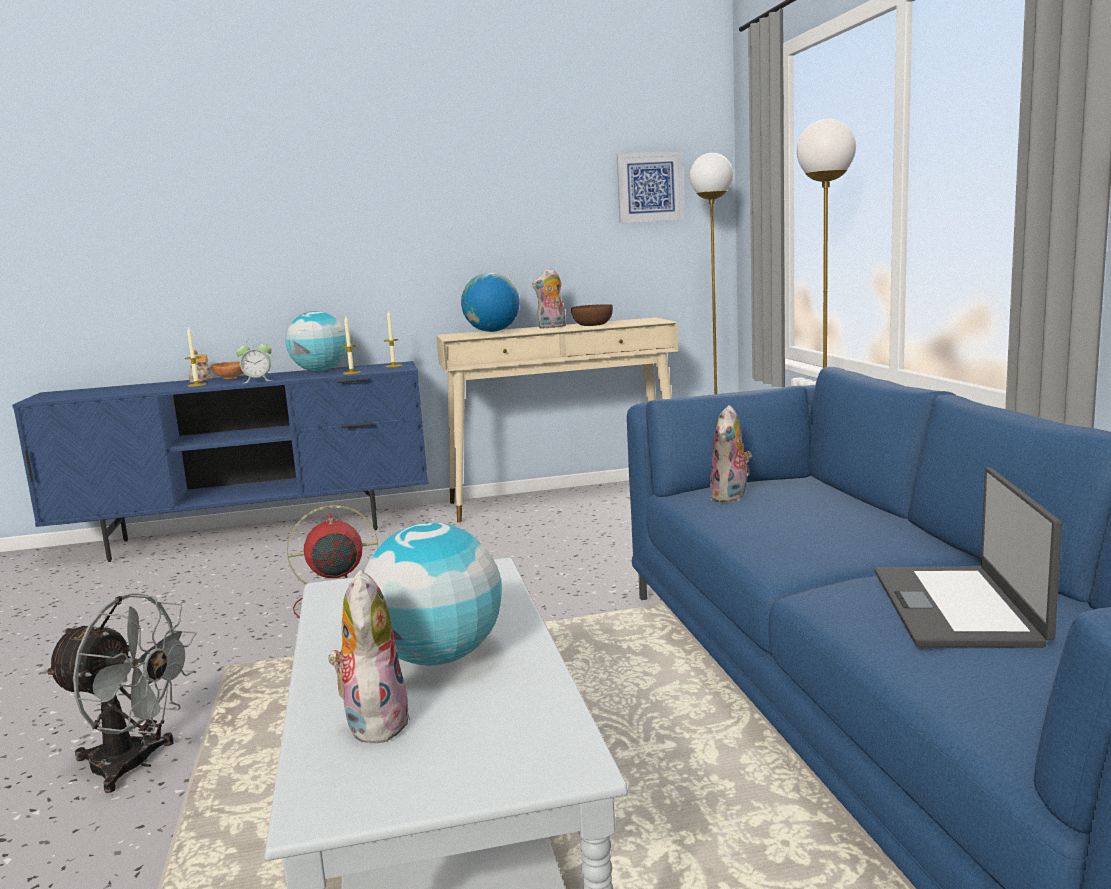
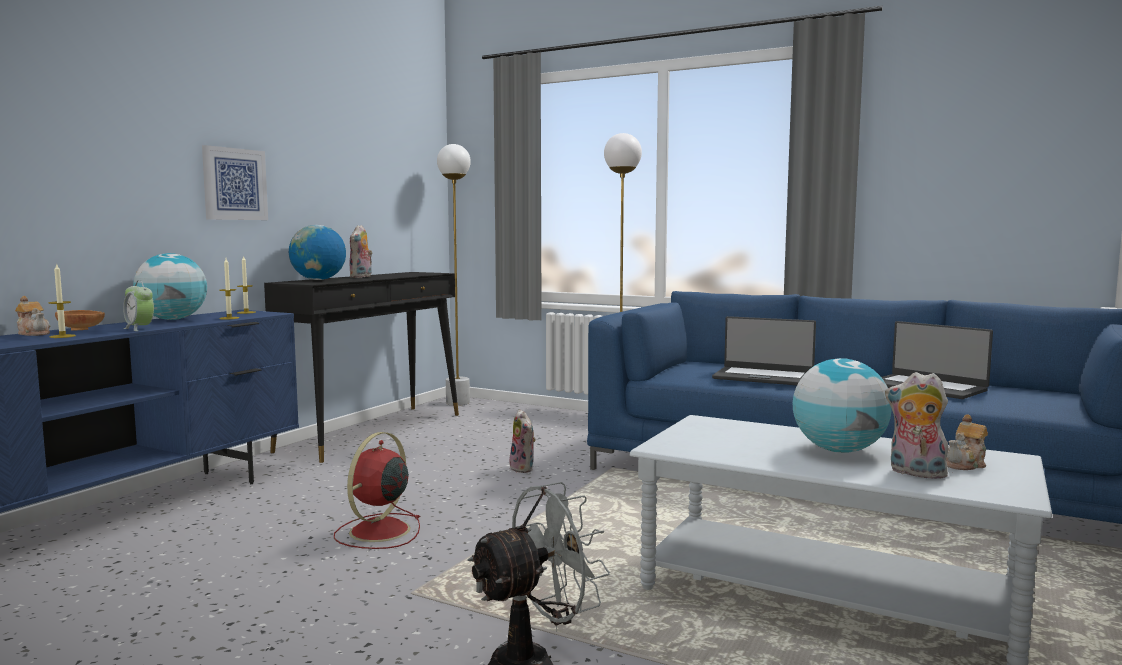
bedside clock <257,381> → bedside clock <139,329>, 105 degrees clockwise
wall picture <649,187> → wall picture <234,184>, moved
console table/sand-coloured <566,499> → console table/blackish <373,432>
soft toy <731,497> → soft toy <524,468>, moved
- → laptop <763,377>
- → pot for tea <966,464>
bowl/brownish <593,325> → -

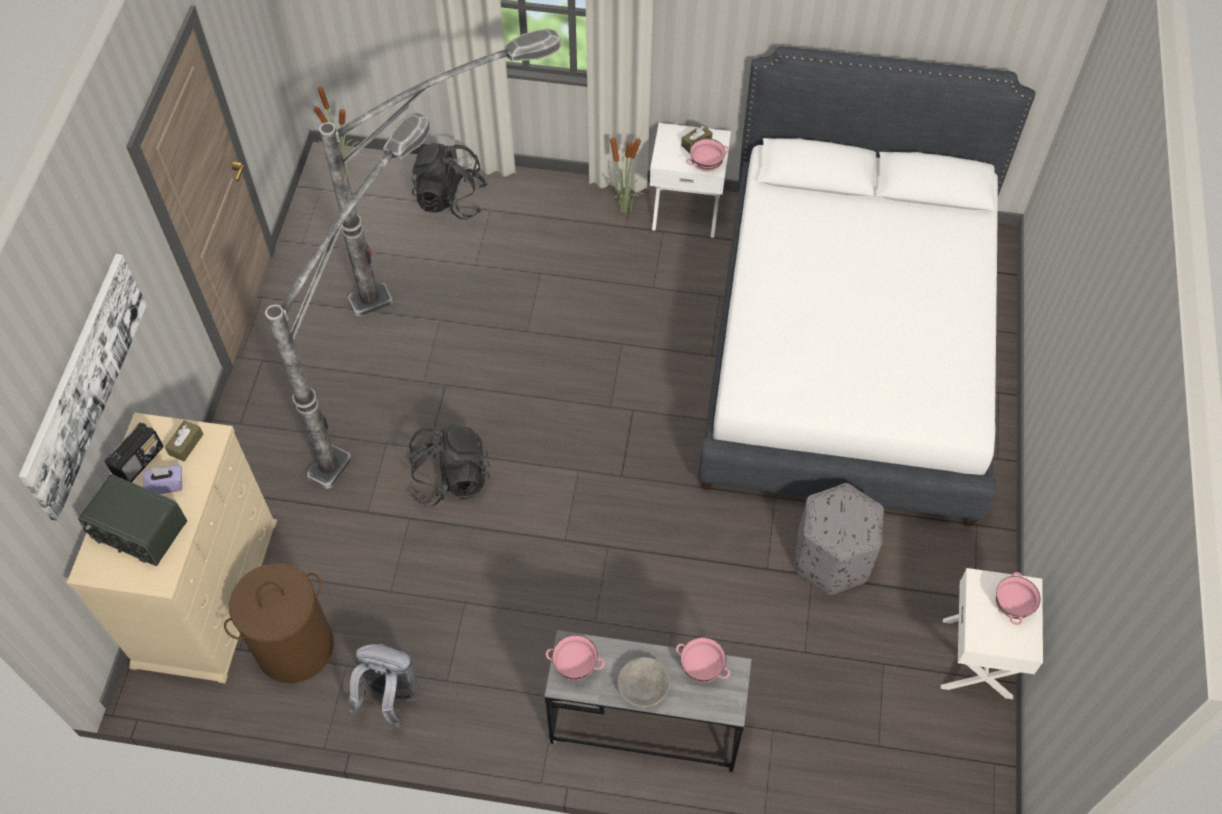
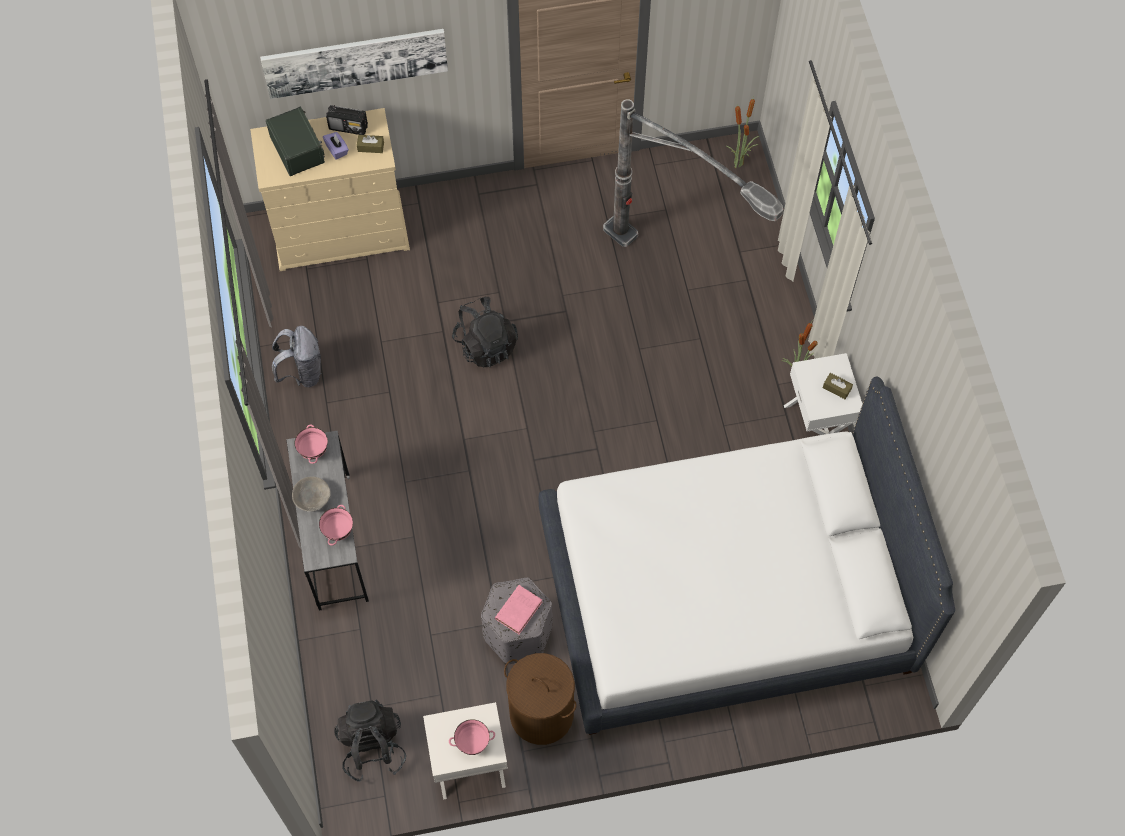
radio set <139,531> → radio set <298,150>, 150 degrees clockwise
backpack/blackish <450,200> → backpack/blackish <372,747>, moved
- → bound book/pink <519,609>
washing basket/brownish <295,647> → washing basket/brownish <541,714>, moved
standing lamp <387,390> → -
bowl/pink <706,167> → -

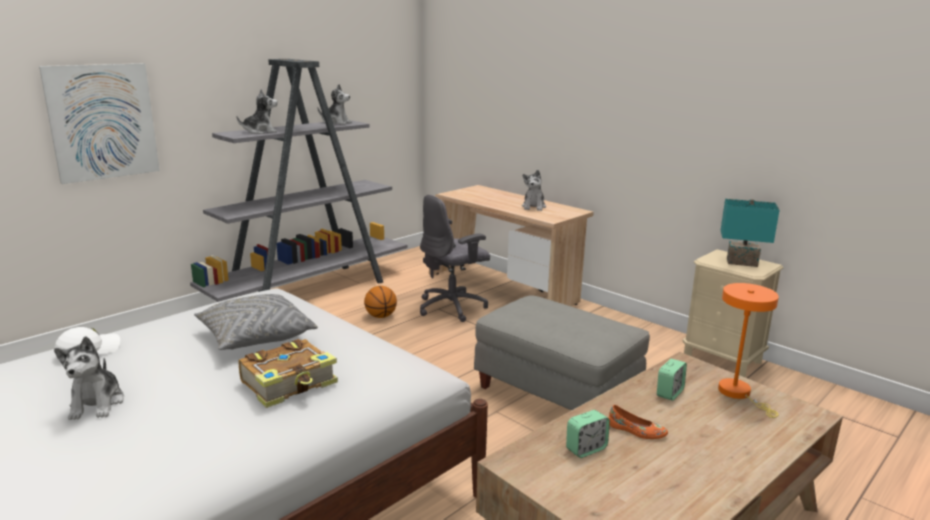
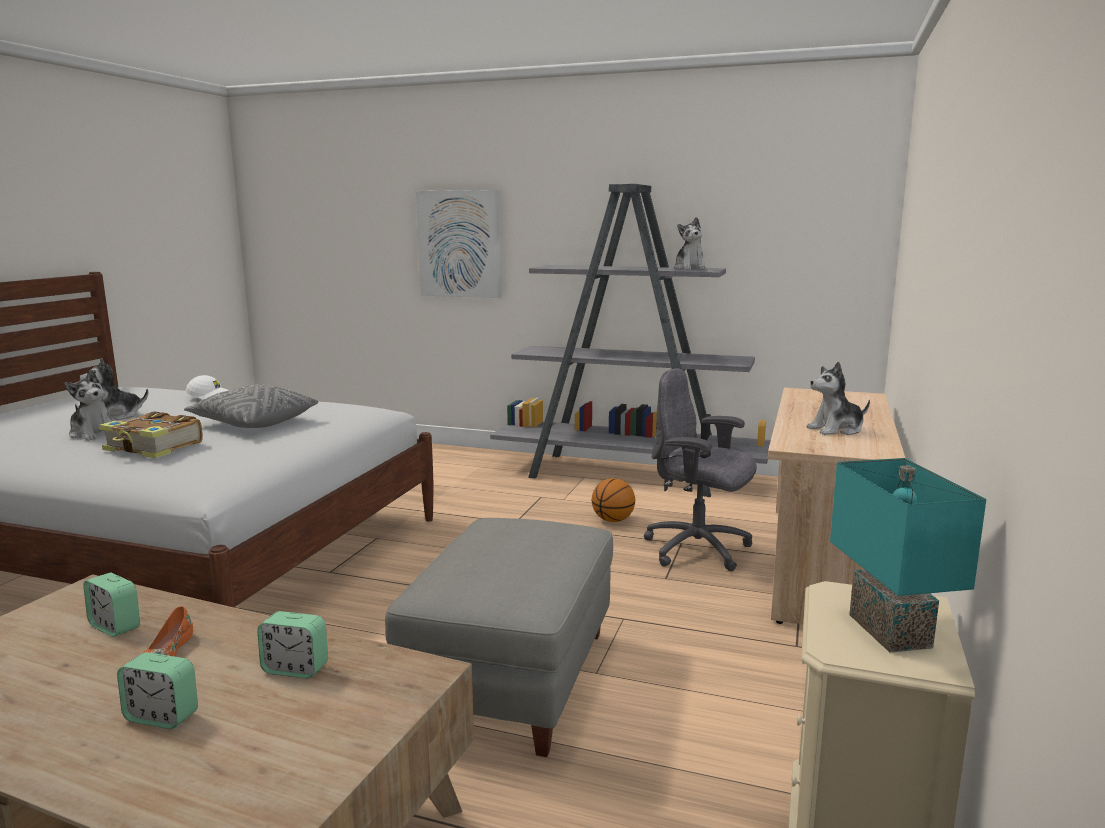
soft toy <260,132> → soft toy <93,434>, moved
- → bedside clock <162,716>
lamp for a table/orangey <739,394> → -

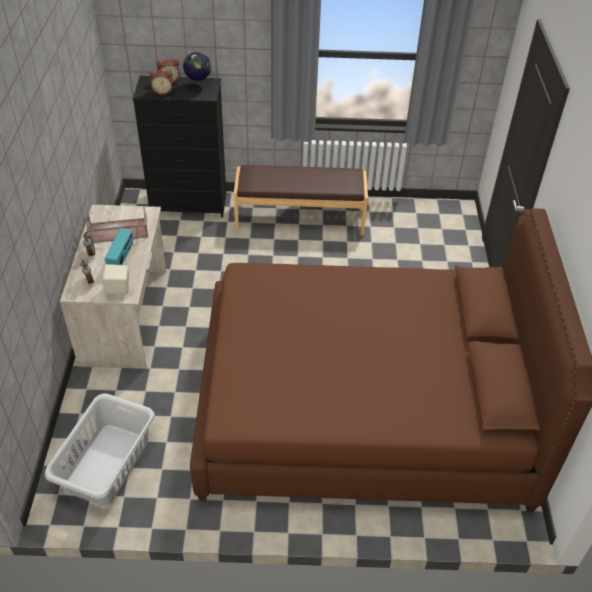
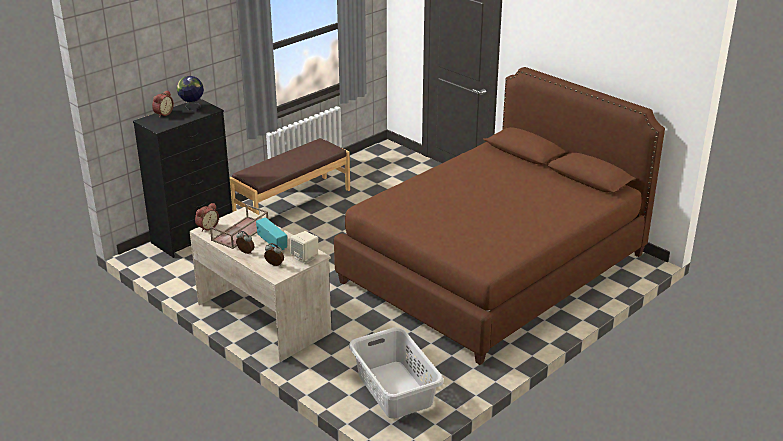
bedside clock <163,91> → bedside clock <207,227>, moved

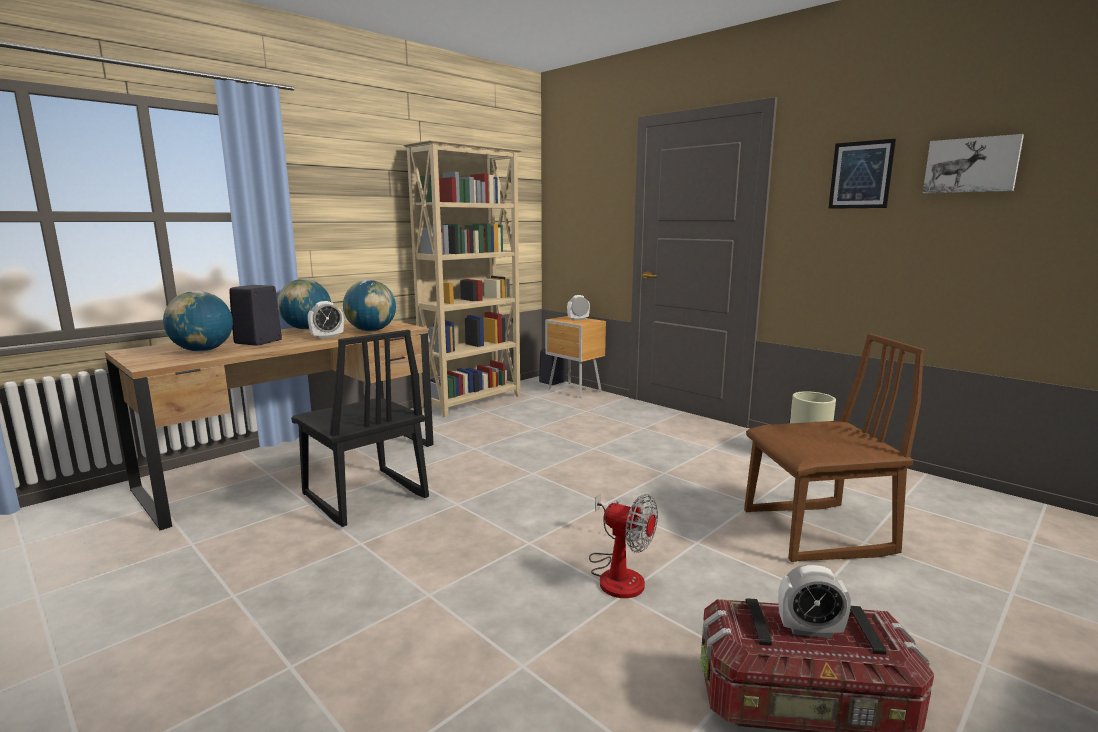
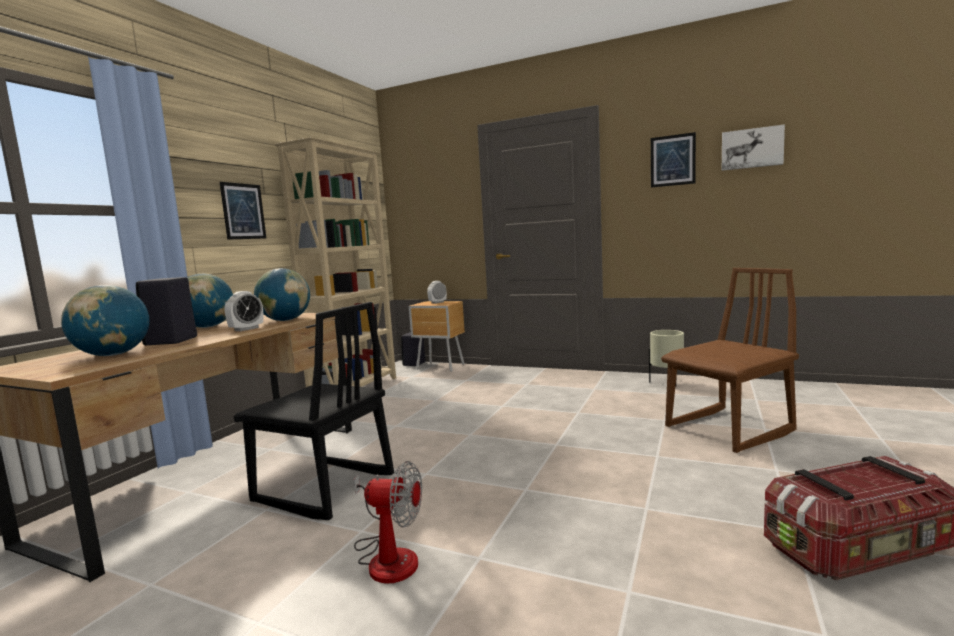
- → wall picture <243,211>
fan <617,574> → fan <388,556>, moved
bedside clock <809,630> → -

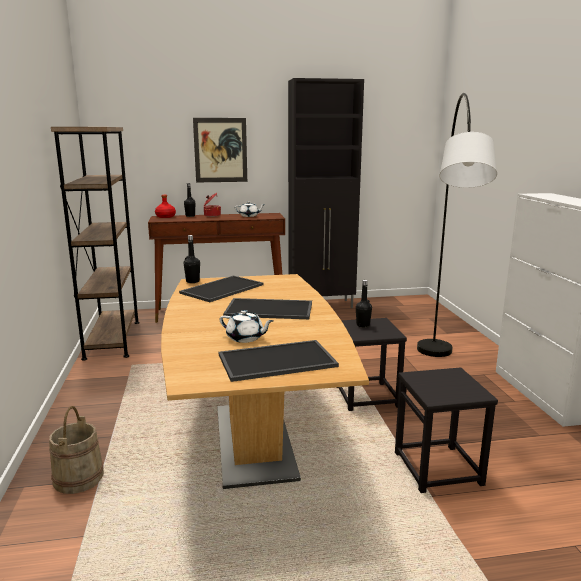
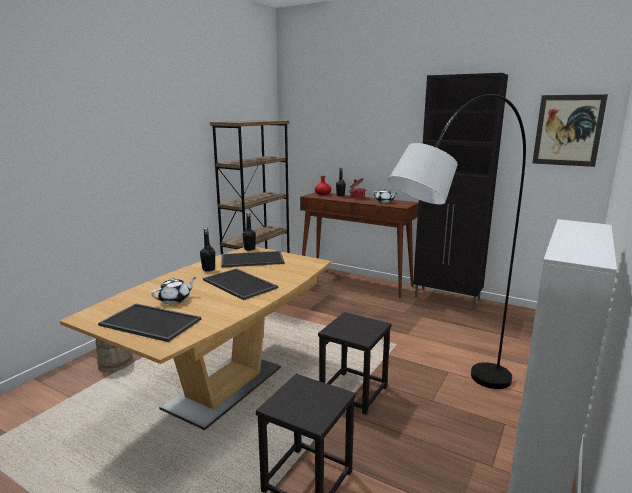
pot for tea/whitish <245,338> → pot for tea/whitish <175,300>, 105 degrees counterclockwise
drink bottle/blackish <363,325> → drink bottle/blackish <208,269>, moved
wall picture <220,150> → wall picture <568,130>, moved

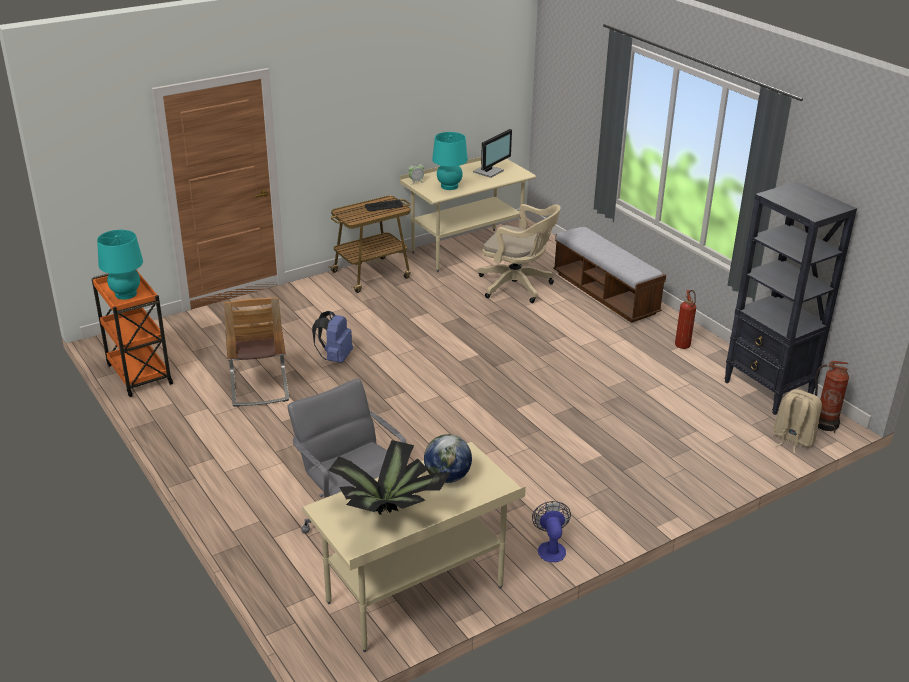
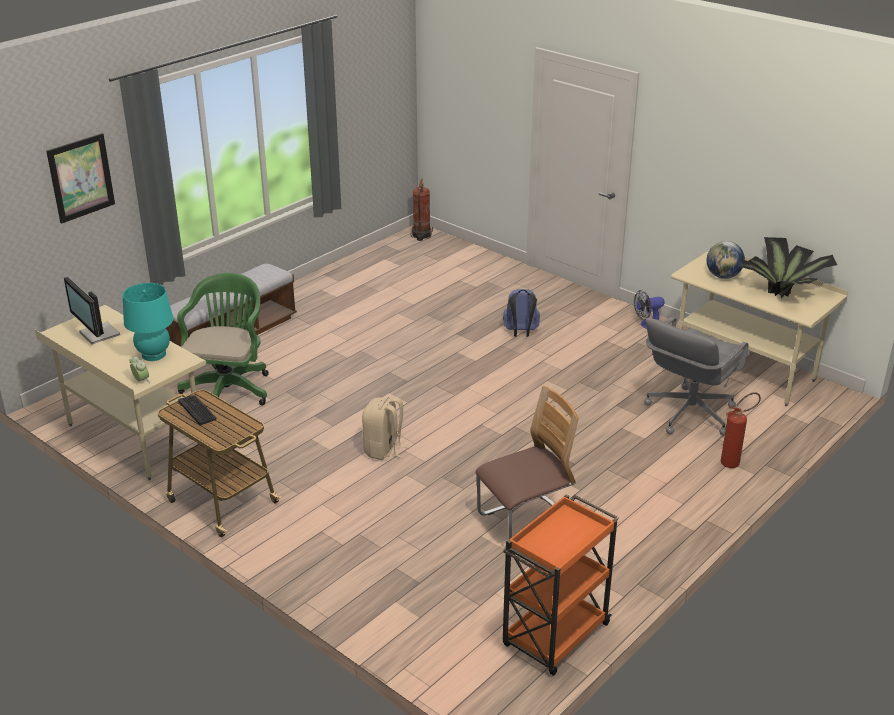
- → wall picture <81,178>
computer display <489,171> → computer display <98,334>, 150 degrees counterclockwise
computer chair/sand-coloured <518,286> → computer chair/greenish <229,388>
backpack/sand-coloured <792,439> → backpack/sand-coloured <384,450>, moved
backpack/blue <335,358> → backpack/blue <520,333>, moved
fire-fighting cylinder <683,347> → fire-fighting cylinder <734,462>, moved
lamp for a table/turquoise <126,294> → -
shelving unit/blackish <768,390> → -

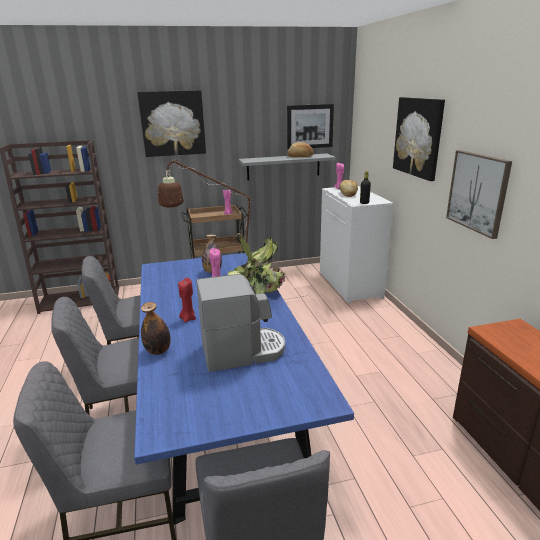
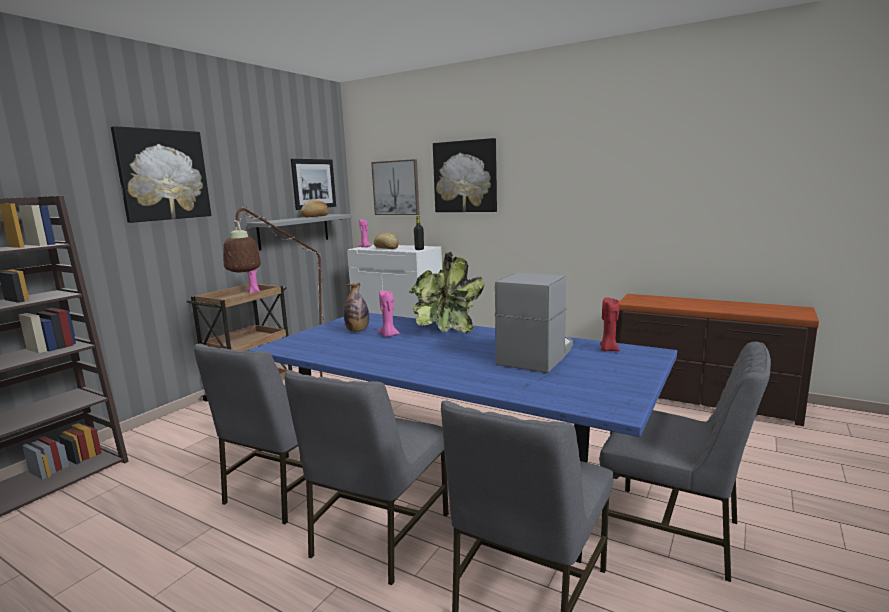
wall picture <478,192> → wall picture <396,188>, moved
candle/red-coloured <188,318> → candle/red-coloured <608,350>, moved
drink bottle <158,351> → -

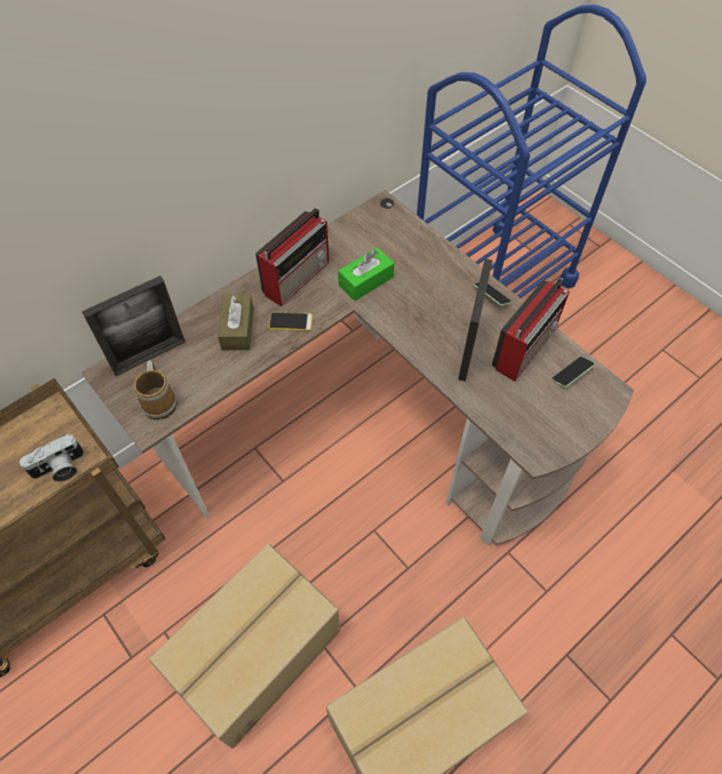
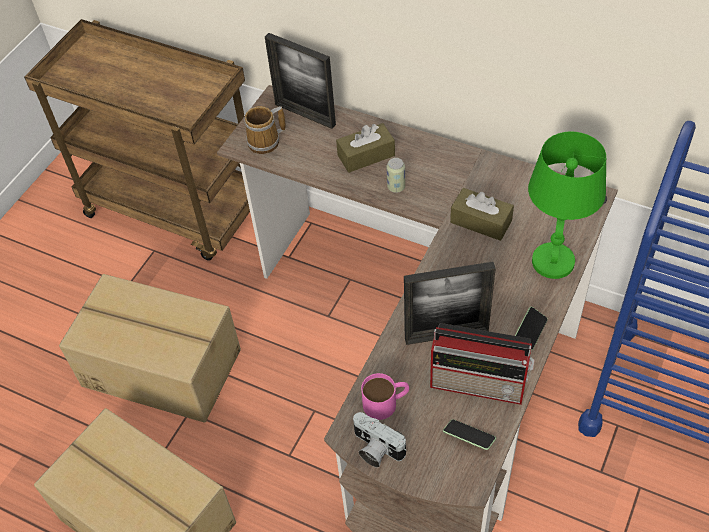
photo camera <60,469> → photo camera <375,449>, moved
- → coffee mug/pink <386,402>
phone <290,322> → metal can <396,187>
box of tissues/greenish <366,281> → box of tissues/brownish <481,221>
- → lamp for a table/greenish <553,262>
radio set <298,277> → -

